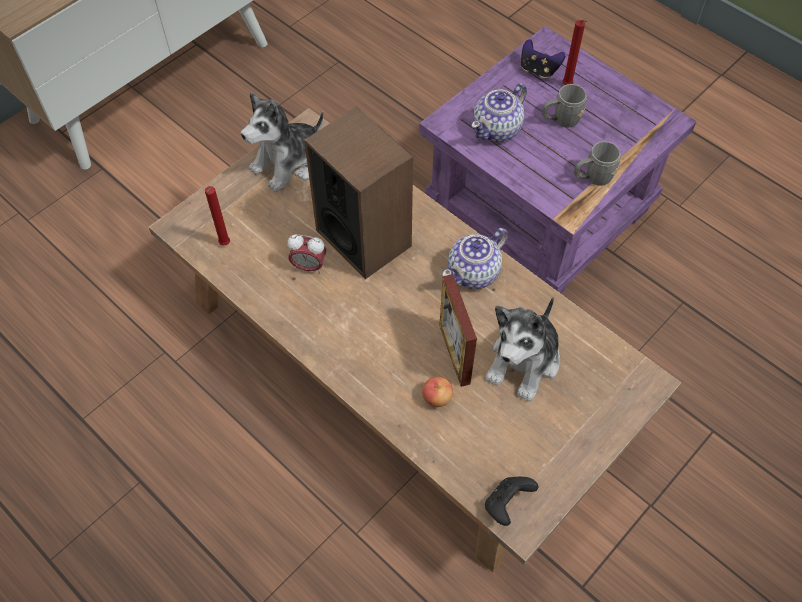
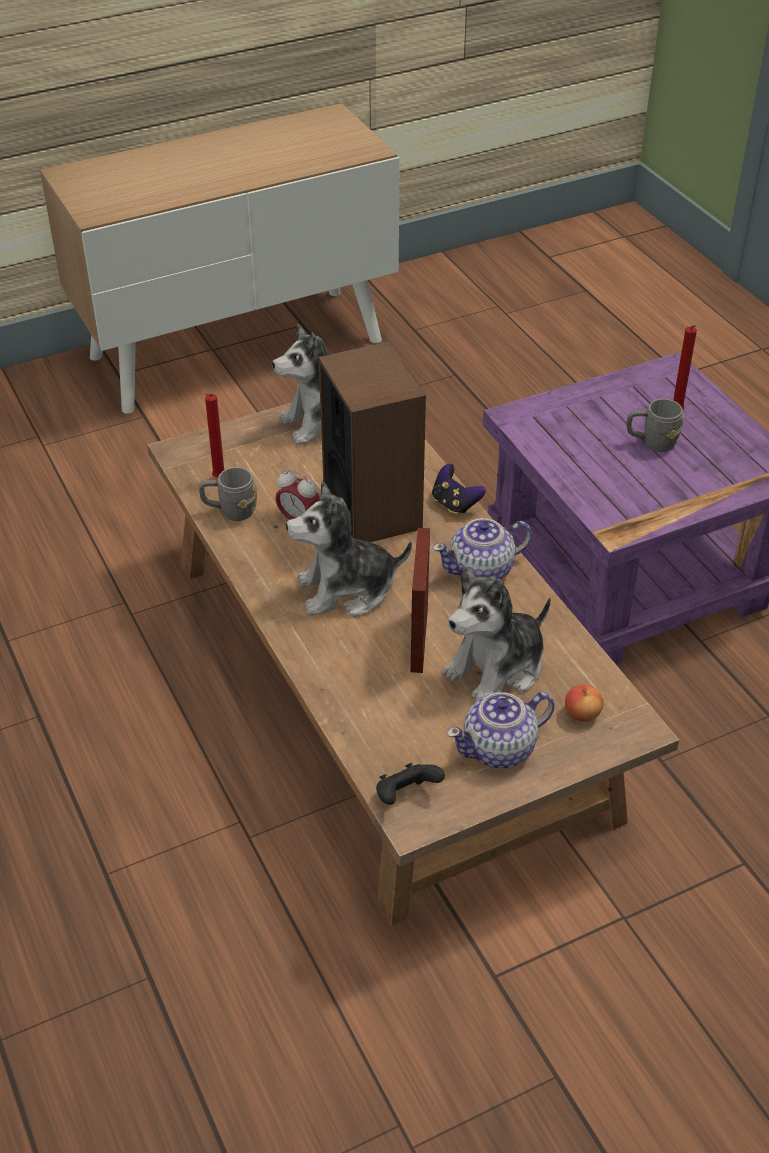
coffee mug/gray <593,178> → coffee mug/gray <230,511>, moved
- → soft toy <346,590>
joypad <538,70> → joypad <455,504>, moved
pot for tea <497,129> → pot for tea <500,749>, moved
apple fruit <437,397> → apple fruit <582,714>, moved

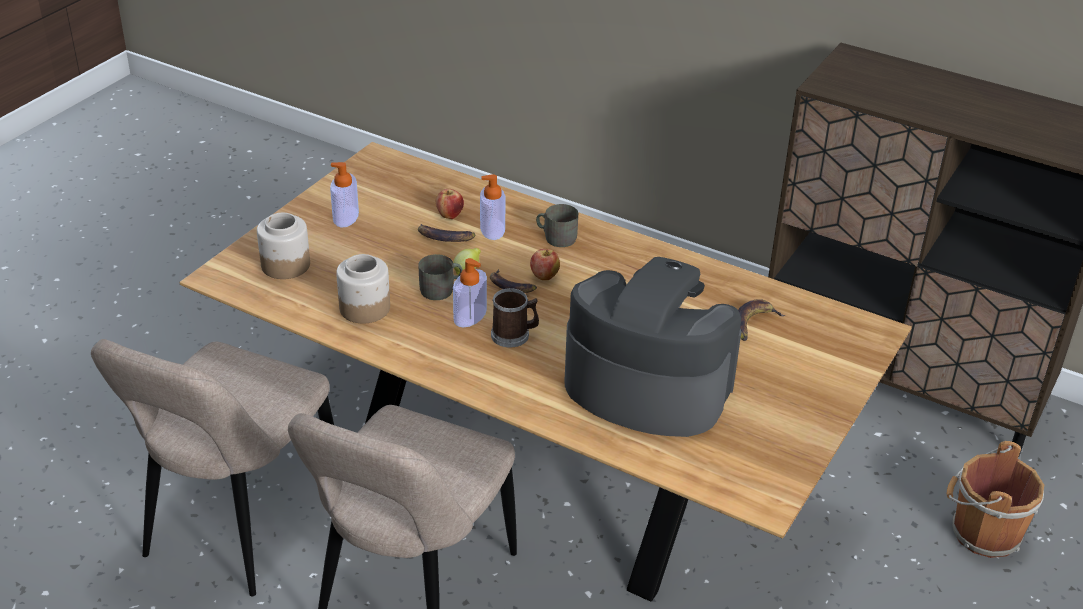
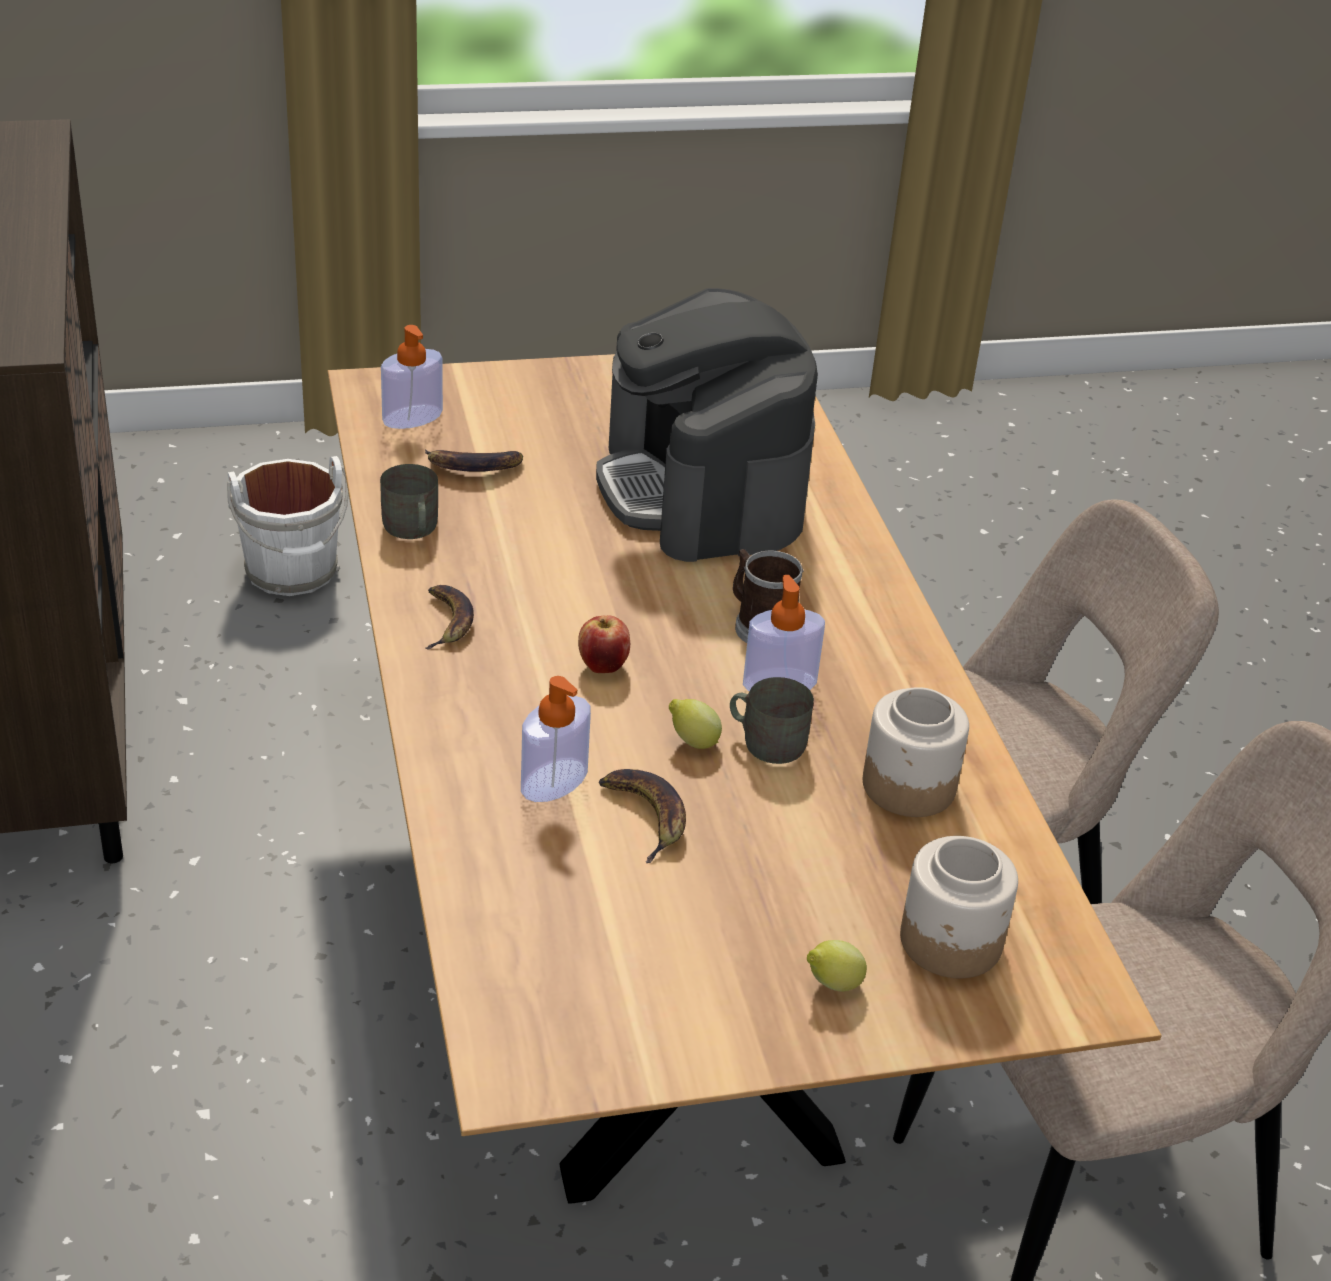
water bucket/brownish <982,533> → water bucket/whitish <293,573>
coffee mug/gray <556,237> → coffee mug/gray <411,529>, moved
soap bottle <345,217> → soap bottle <412,417>, moved
whole banana <511,285> → whole banana <447,620>, moved
- → citrus fruit <832,985>
apple fruit <450,215> → -

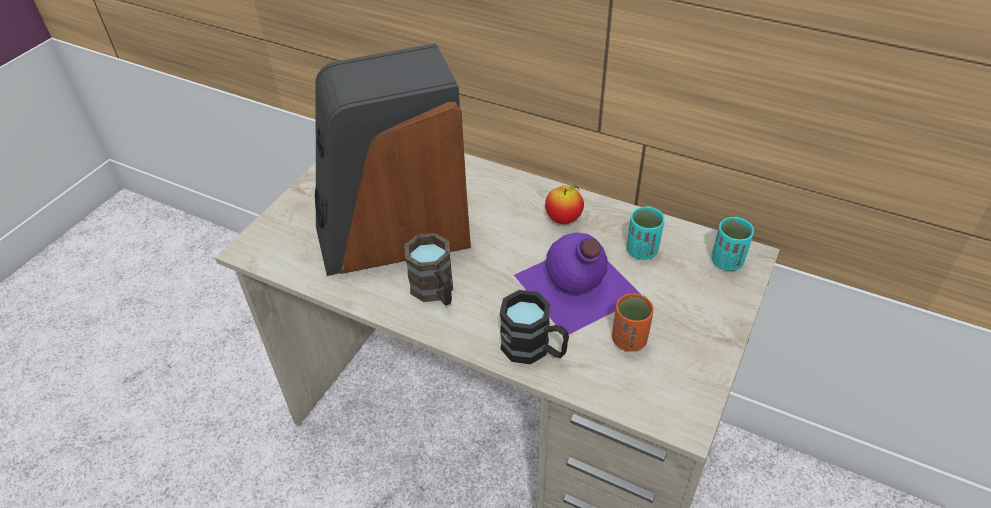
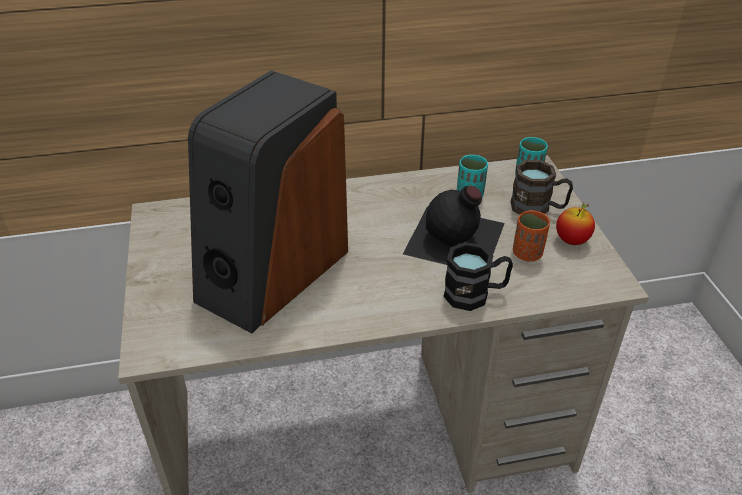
drink bottle/purple <577,287> → drink bottle/blackish <456,239>
coffee mug/brownish <436,292> → coffee mug/brownish <538,208>, moved
apple fruit <563,219> → apple fruit <572,240>, moved

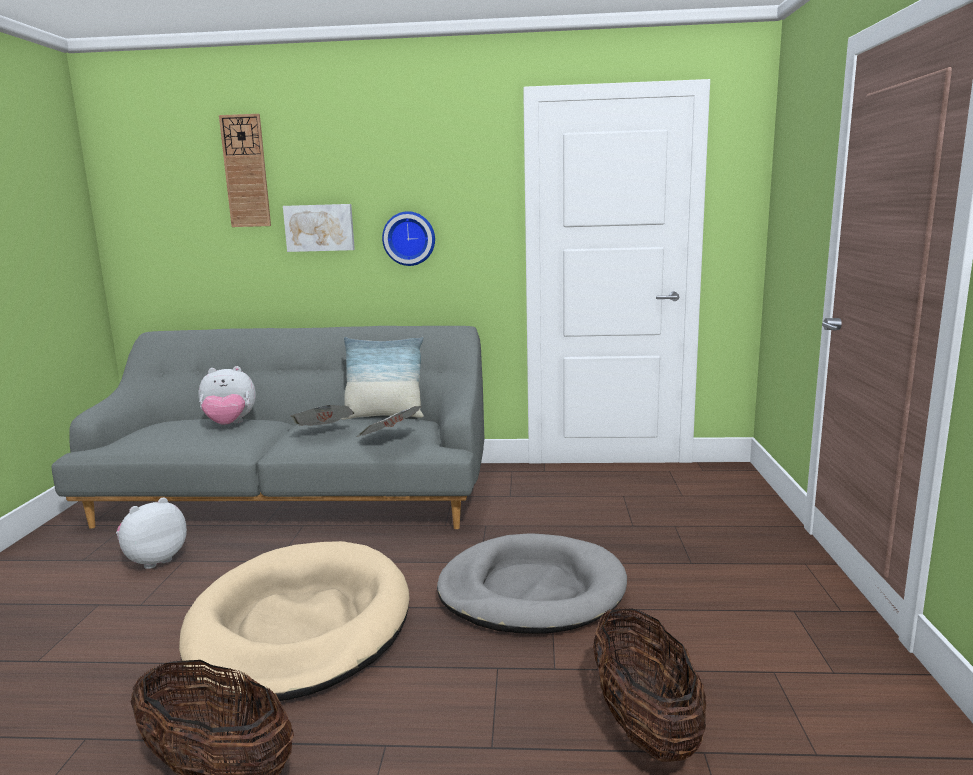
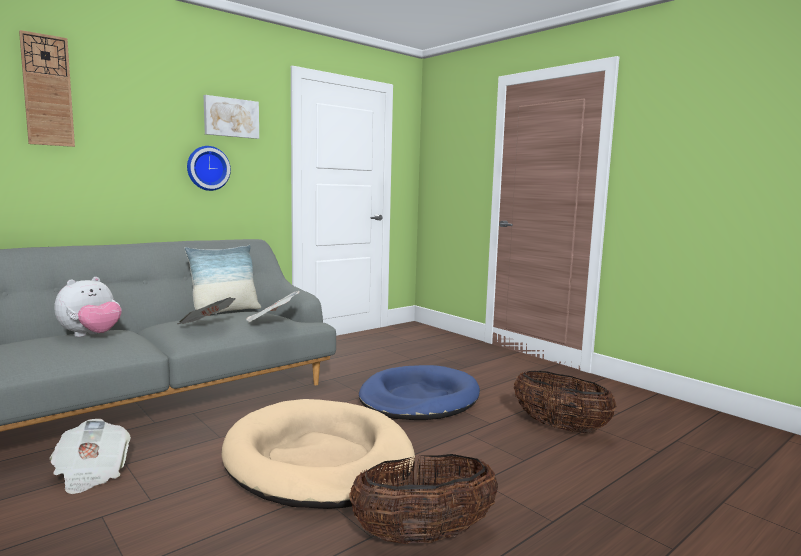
soft toy <154,560> → printed paper <91,473>
wall picture <320,227> → wall picture <231,117>, moved
dog bed/gray <531,590> → dog bed/blue <419,398>

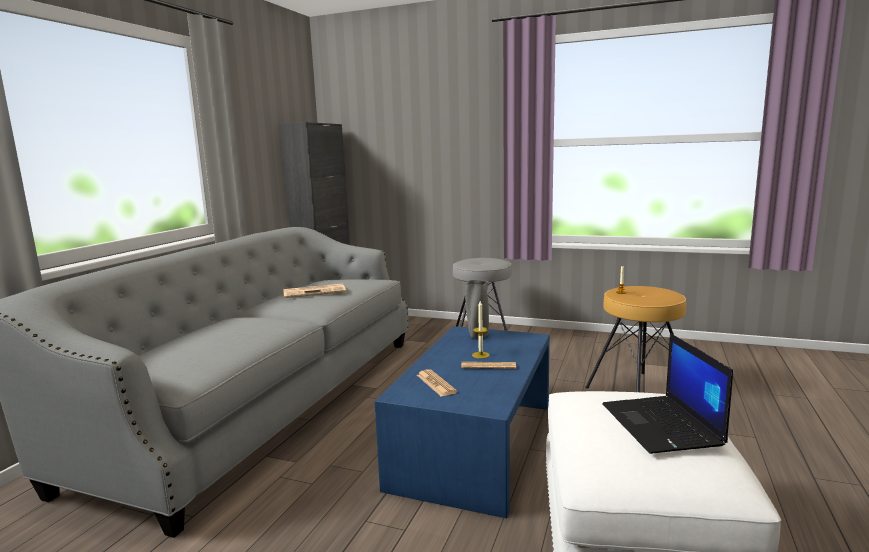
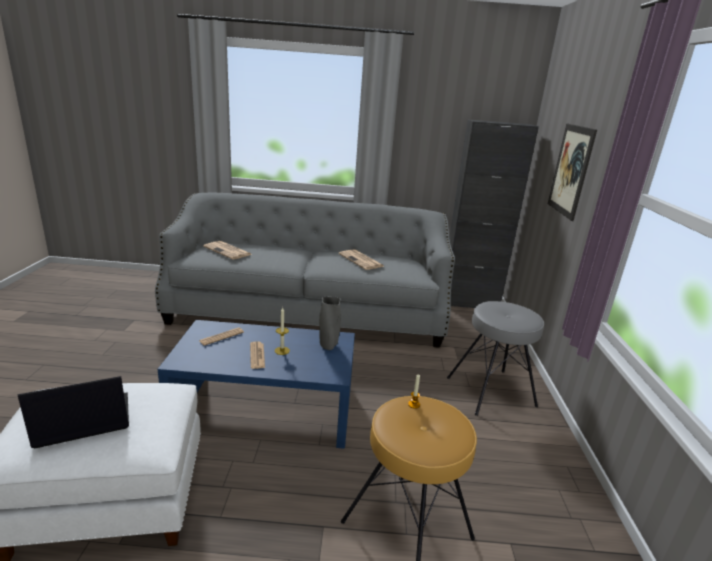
- → printed paper <228,251>
- → wall picture <570,170>

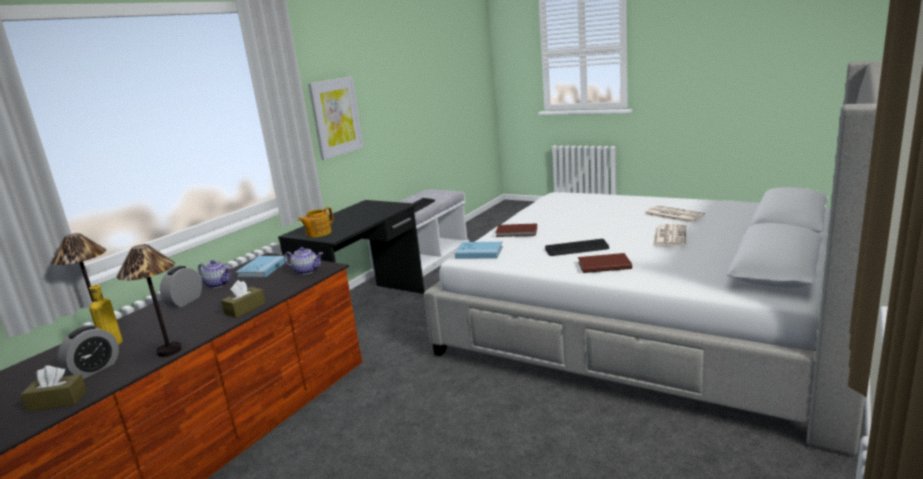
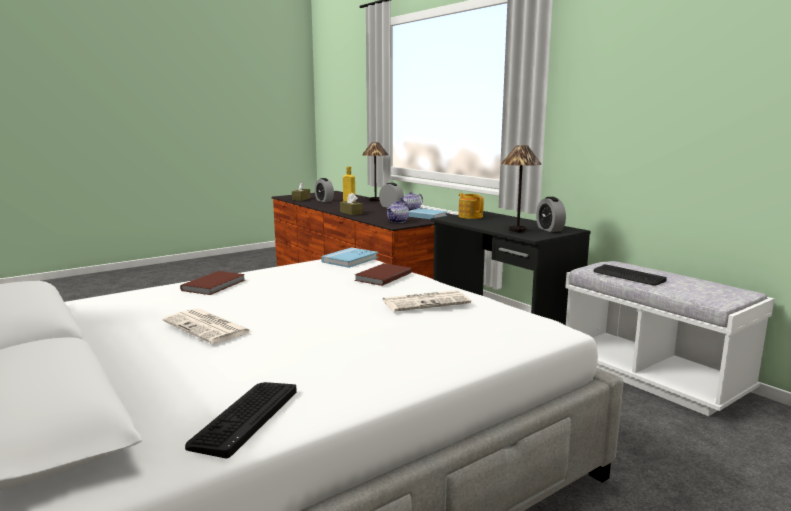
keyboard <577,248> → keyboard <245,417>, moved
printed paper <672,215> → printed paper <426,302>, moved
lamp for a table <169,351> → lamp for a table <517,230>, moved
- → bedside clock <549,229>
wall picture <336,117> → -

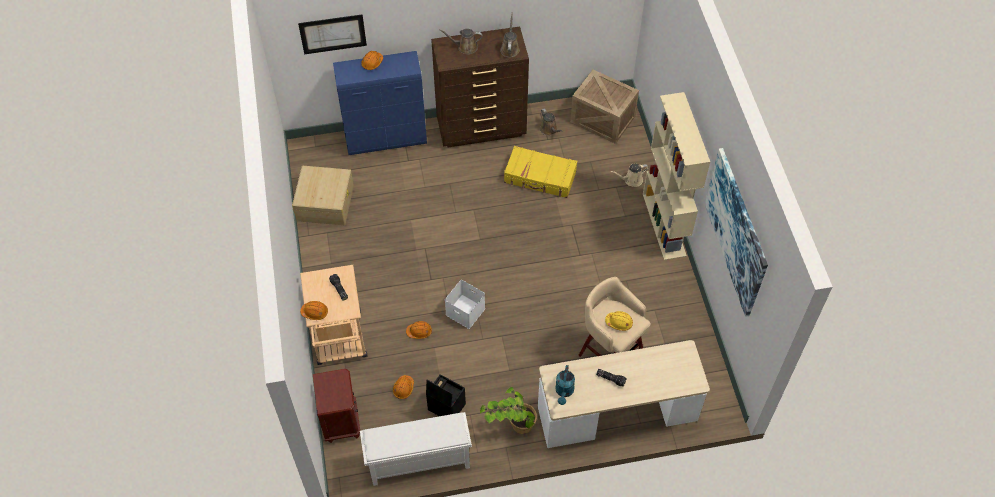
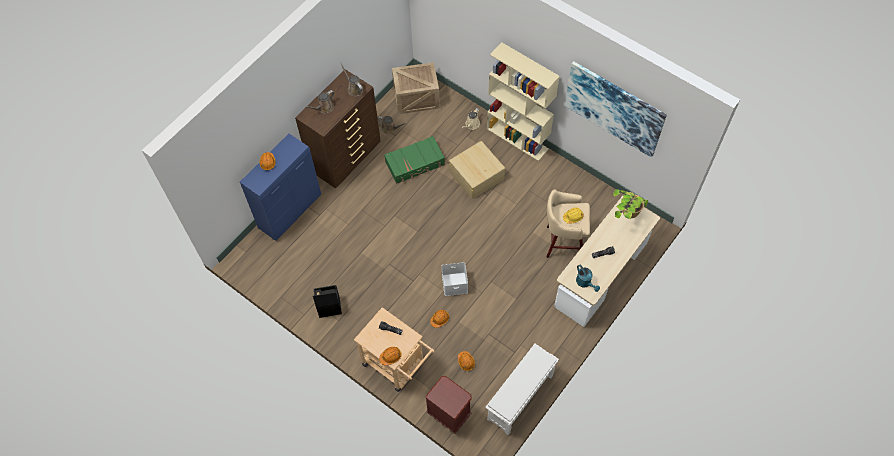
storage box/blackish <445,407> → storage box/blackish <329,307>, moved
suitcase/yellow-coloured <540,177> → suitcase/greenish <415,164>
storage box/sand-coloured <325,202> → storage box/sand-coloured <476,175>, moved
potted plant <510,425> → potted plant <625,217>, moved
wall picture <333,34> → -

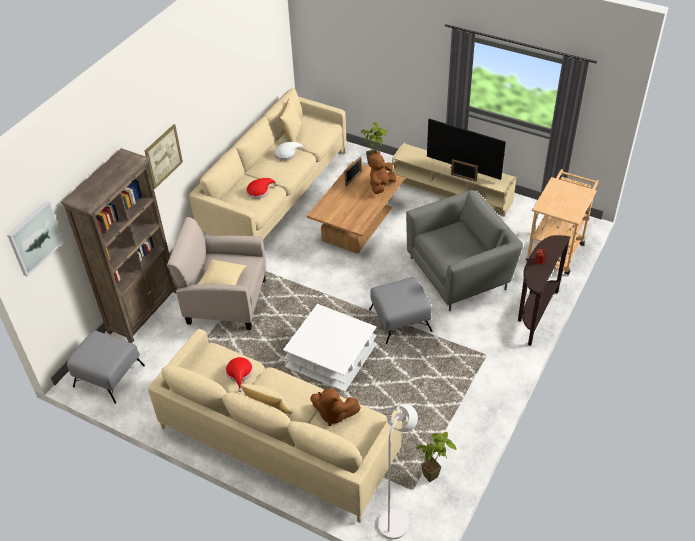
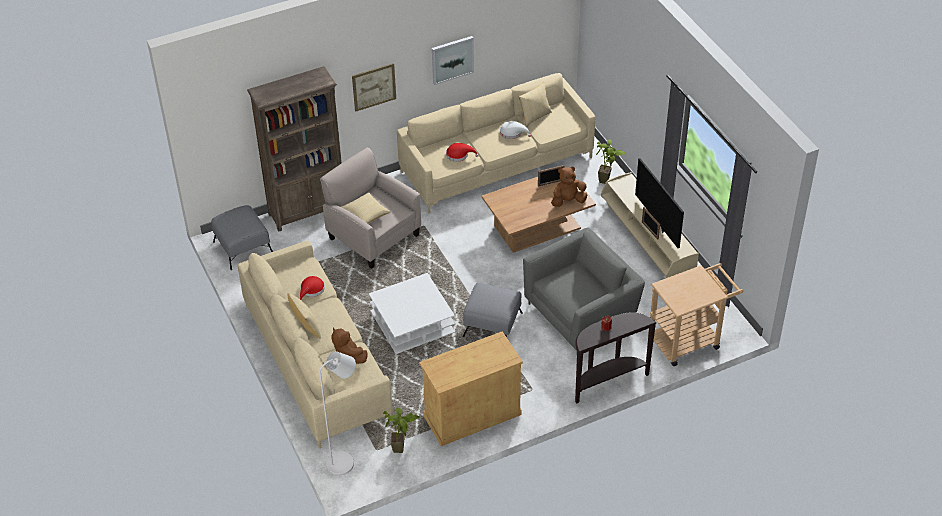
- → cabinet/sand-coloured <472,415>
wall picture <35,237> → wall picture <452,59>, moved
easy chair/gray <460,272> → easy chair/gray <581,314>, 45 degrees counterclockwise

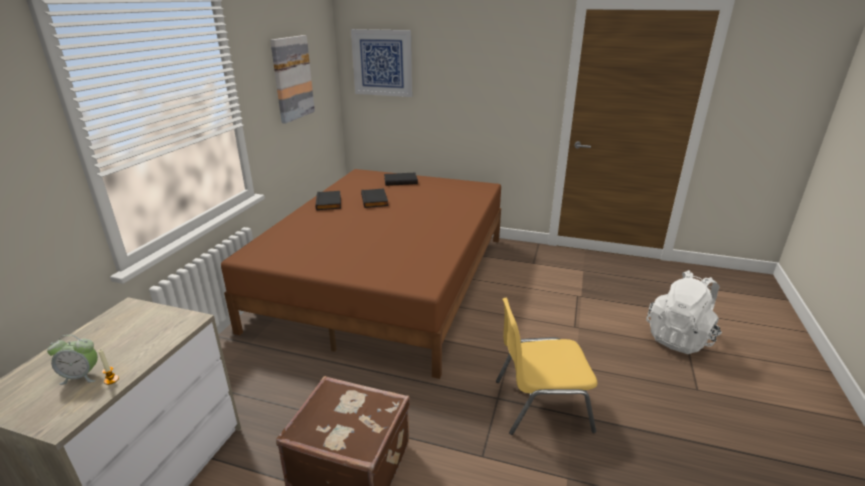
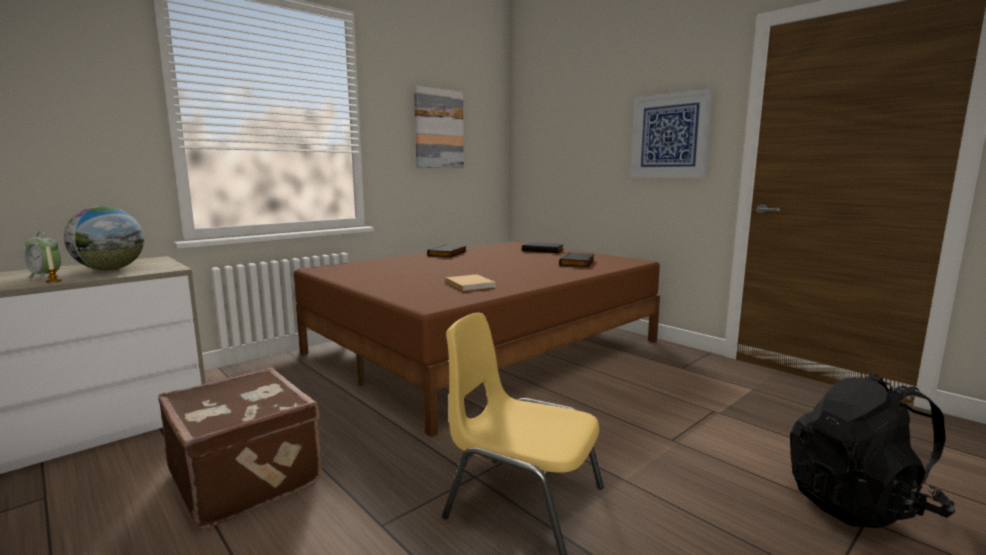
- → world globe <110,269>
- → bound book/sand-coloured <469,284>
bound book/blackish <375,200> → bound book/blackish <578,263>, moved
wall picture <382,63> → wall picture <670,136>, moved
backpack/whitish <680,338> → backpack/blackish <860,504>

